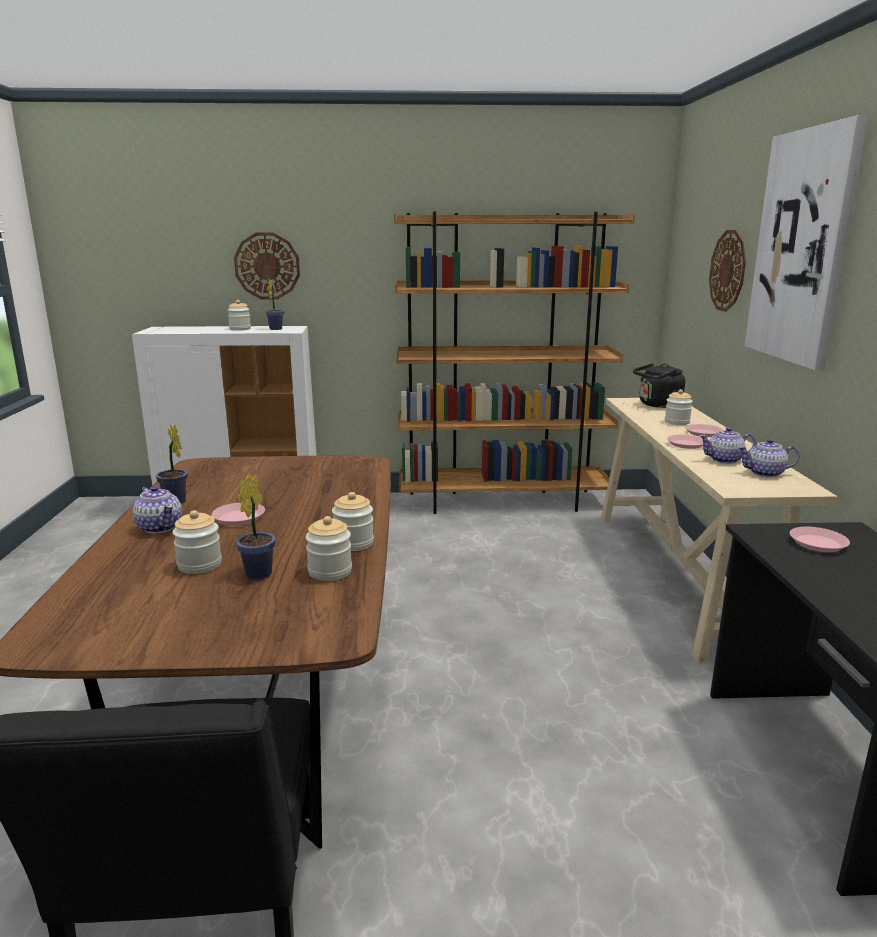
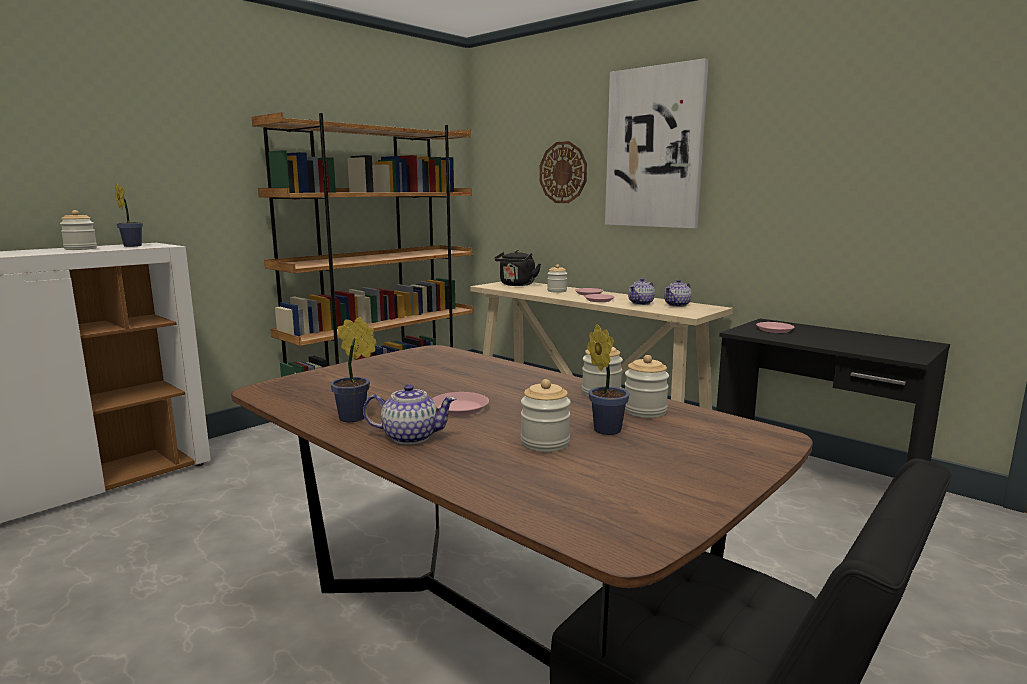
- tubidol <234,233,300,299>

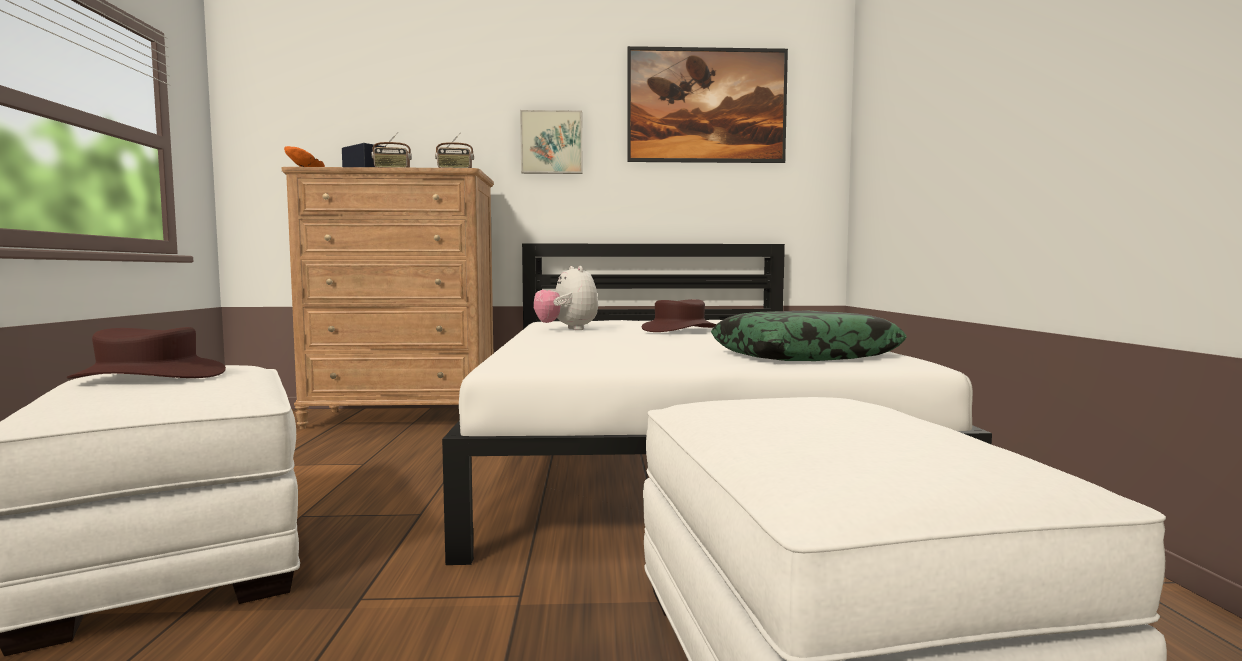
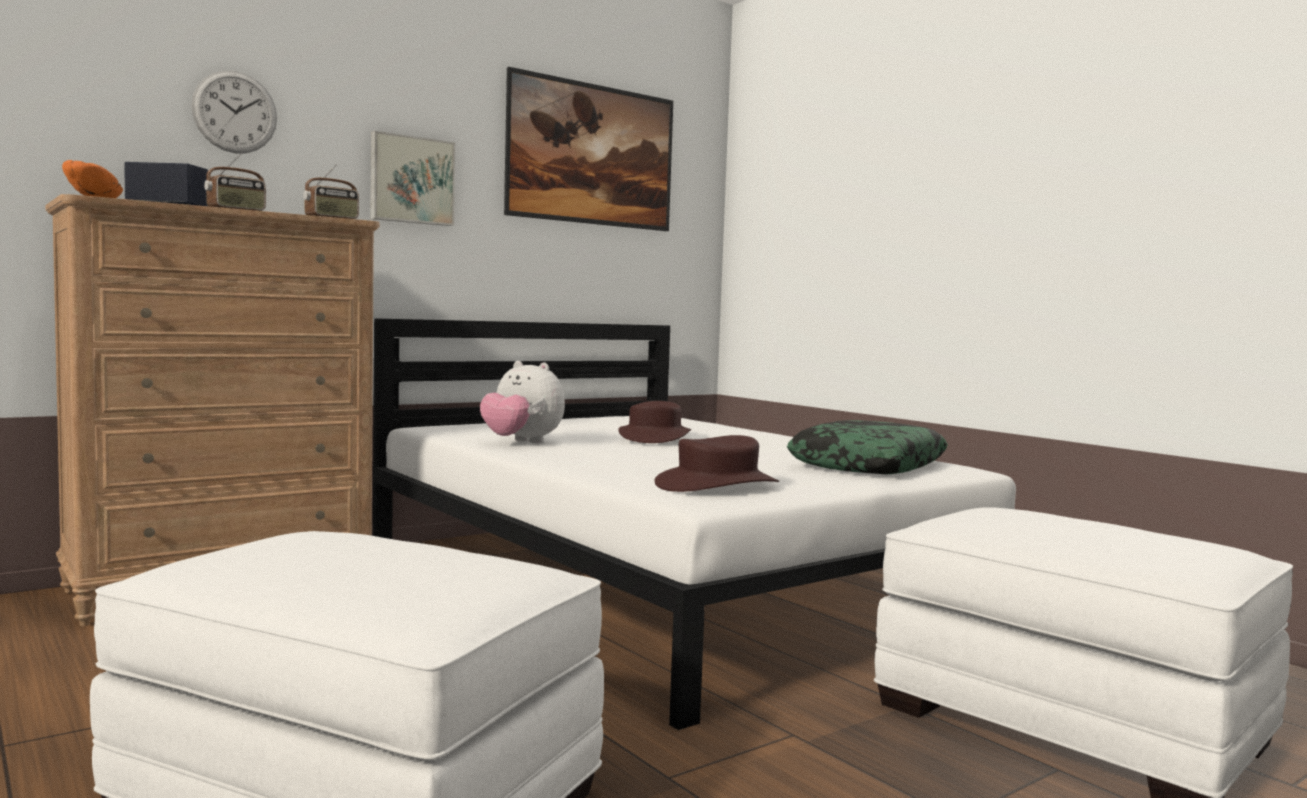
+ tubidol <191,70,277,153>
~ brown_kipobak <67,327,226,379> to <655,435,779,492>

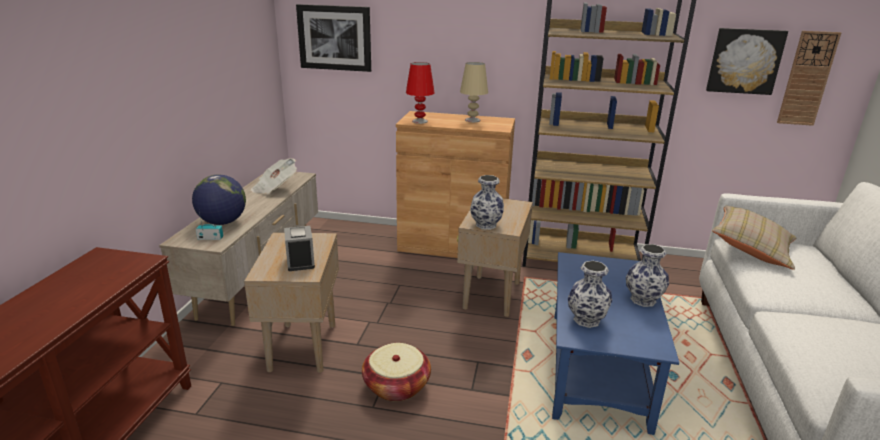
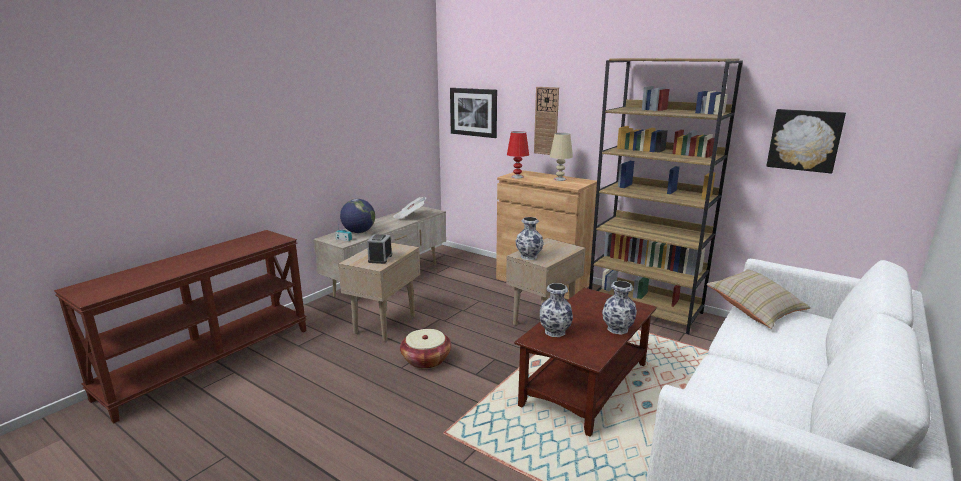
~ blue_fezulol <552,252,679,435> to brown_fezulol <514,288,657,437>
~ tubidol <777,31,841,126> to <534,87,559,155>

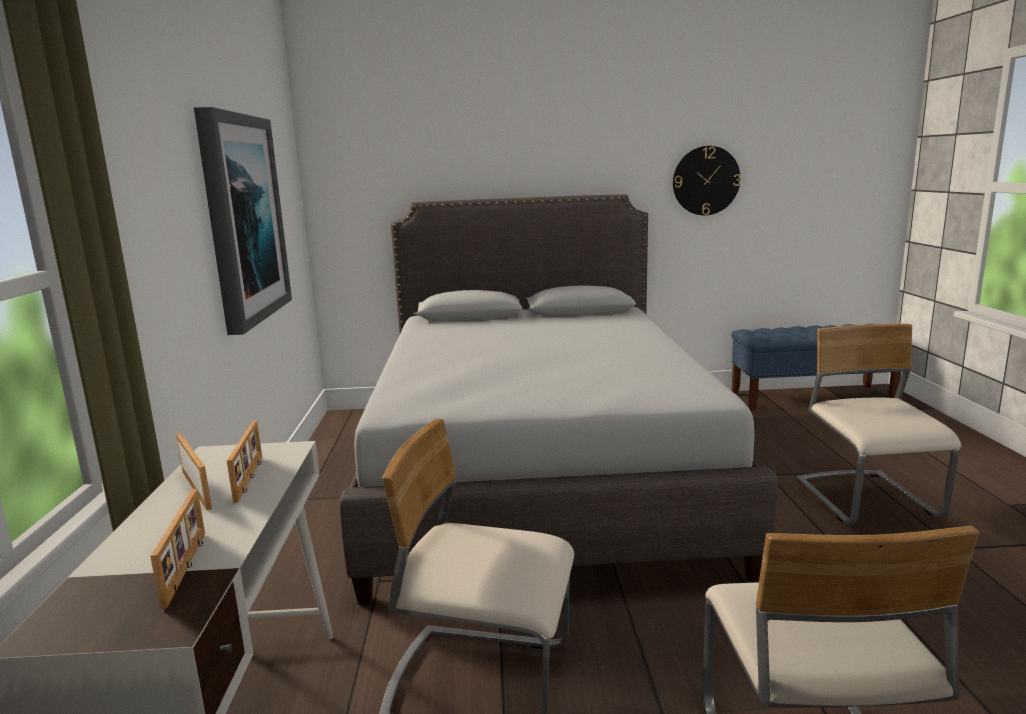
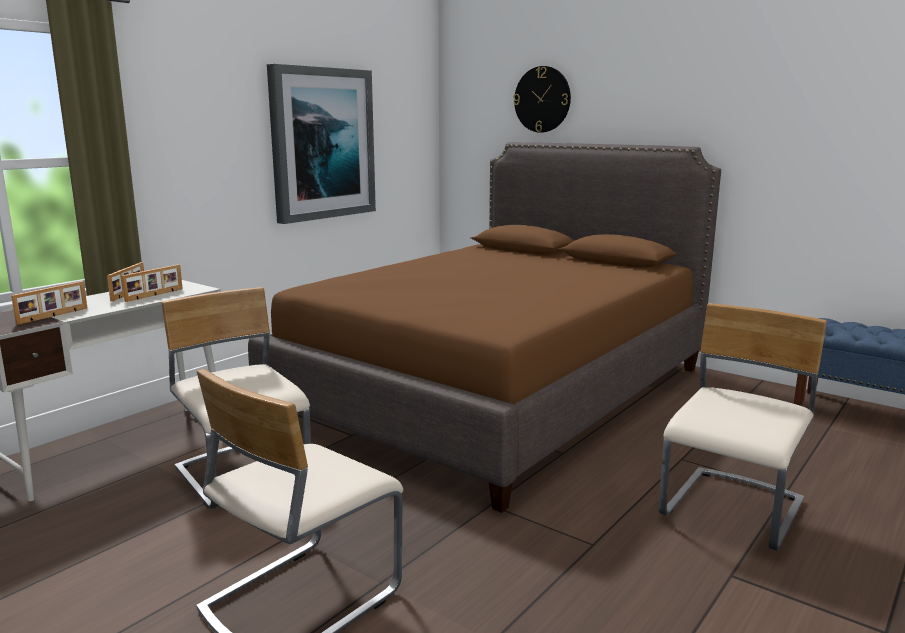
~ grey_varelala <339,194,778,605> to brown_varelala <248,142,721,513>
~ tubidol <673,146,741,215> to <513,66,571,133>

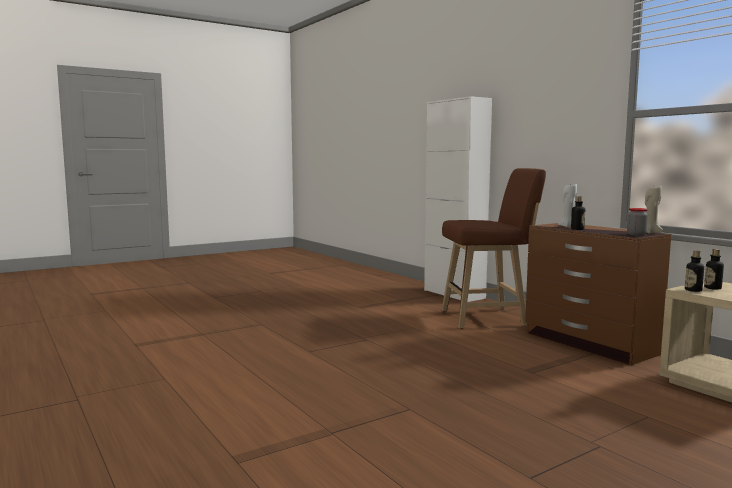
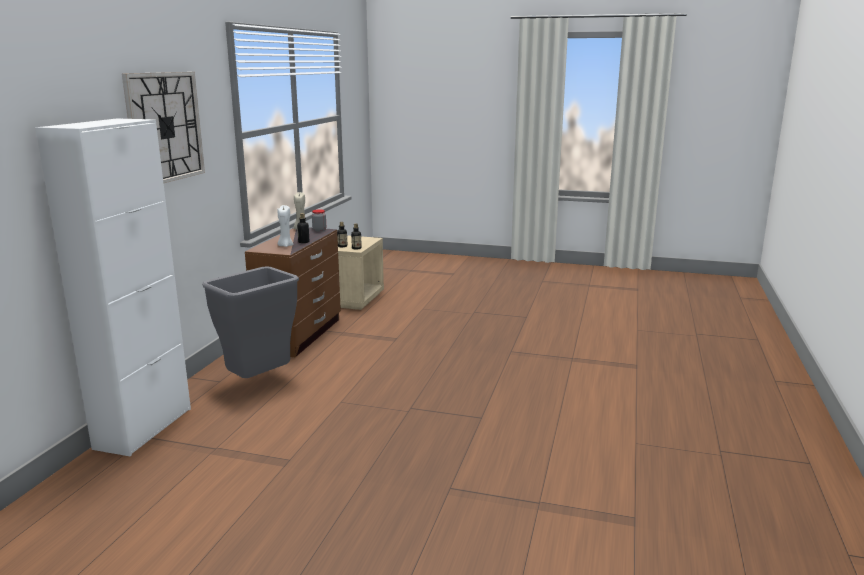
+ tubidol <122,72,205,183>
~ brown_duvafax <442,168,546,329> to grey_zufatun <202,266,299,378>

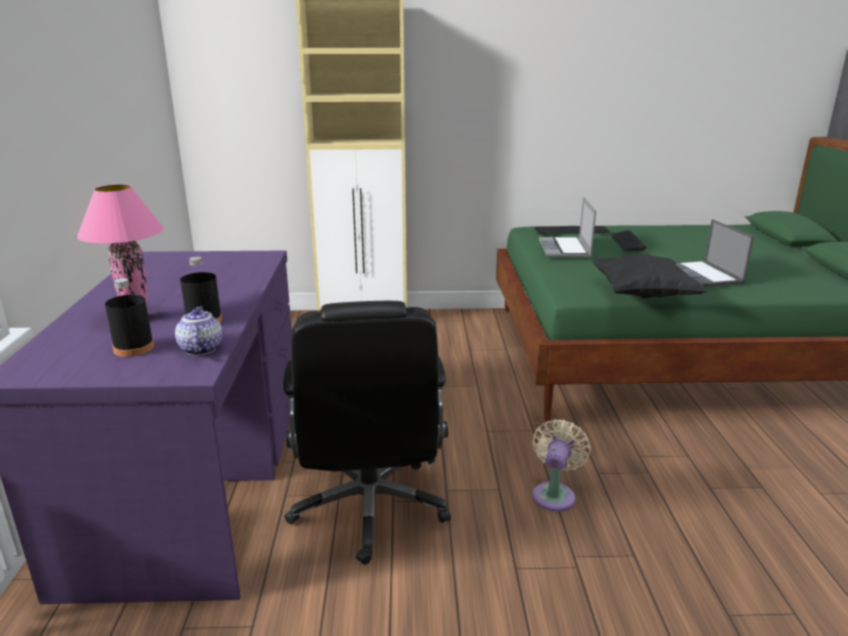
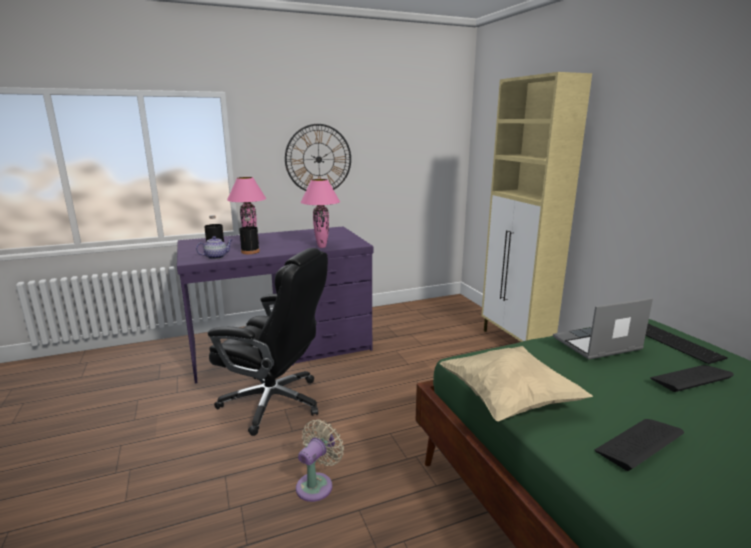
~ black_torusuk <283,301,451,565> = <208,248,328,436> 135 degrees counterclockwise
+ tubidol <285,124,351,191>
~ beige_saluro <532,419,591,512> = <296,419,344,502> 60 degrees counterclockwise
+ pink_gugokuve <300,179,340,248>
~ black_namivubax <592,254,708,298> to beige_namivubax <440,346,593,422>
~ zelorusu <676,219,754,287> to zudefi <595,419,684,471>

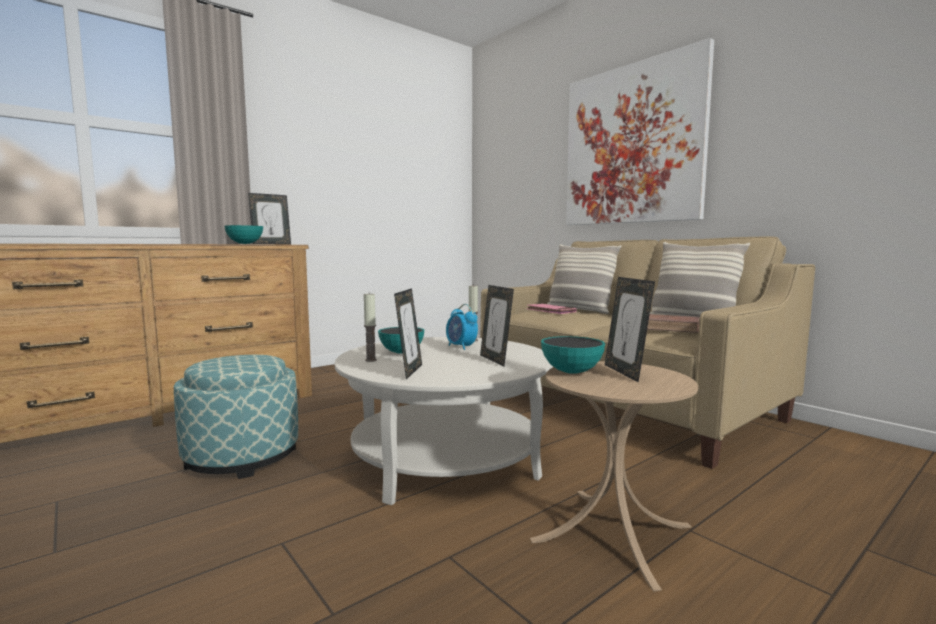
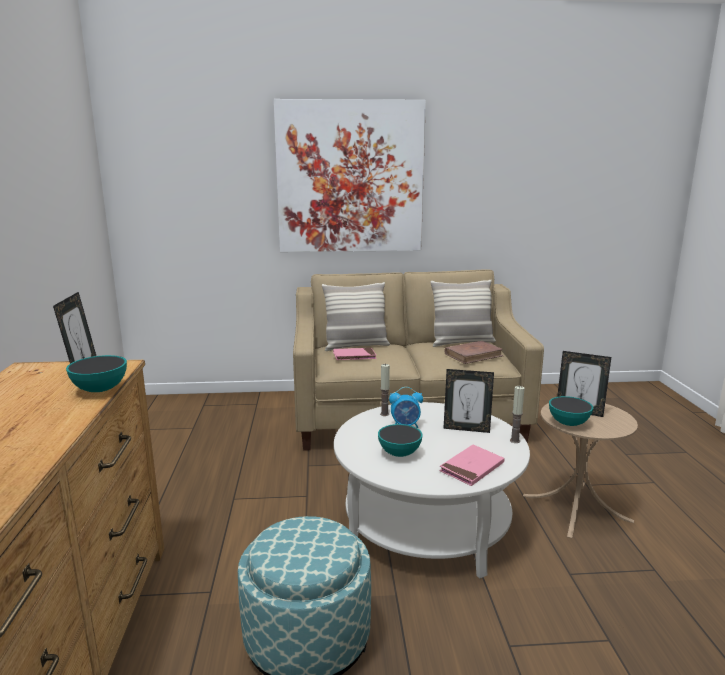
~ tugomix <394,288,422,380> to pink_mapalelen <439,445,504,486>
~ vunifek <364,293,377,362> to <510,386,525,443>

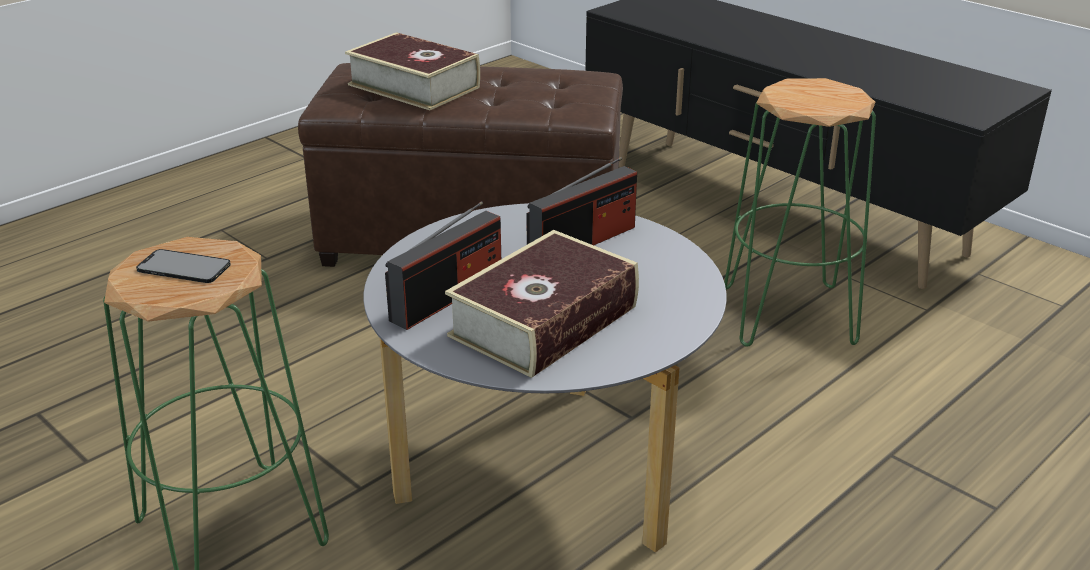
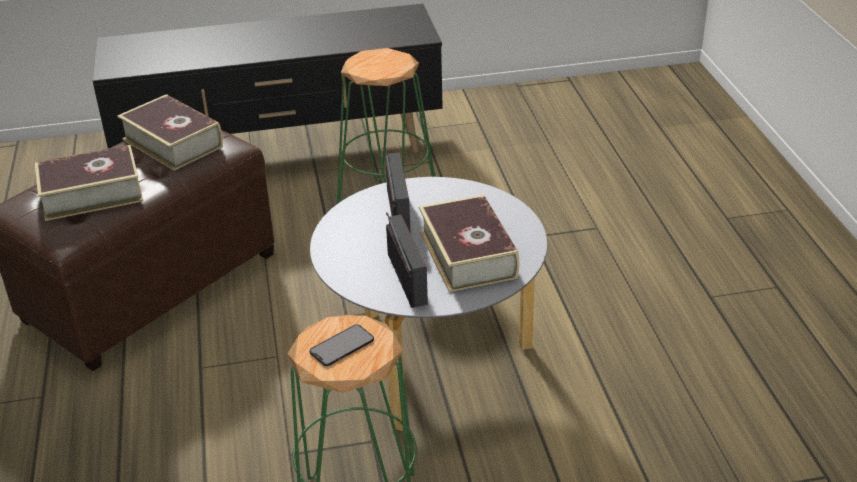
+ mapalelen <117,94,223,171>

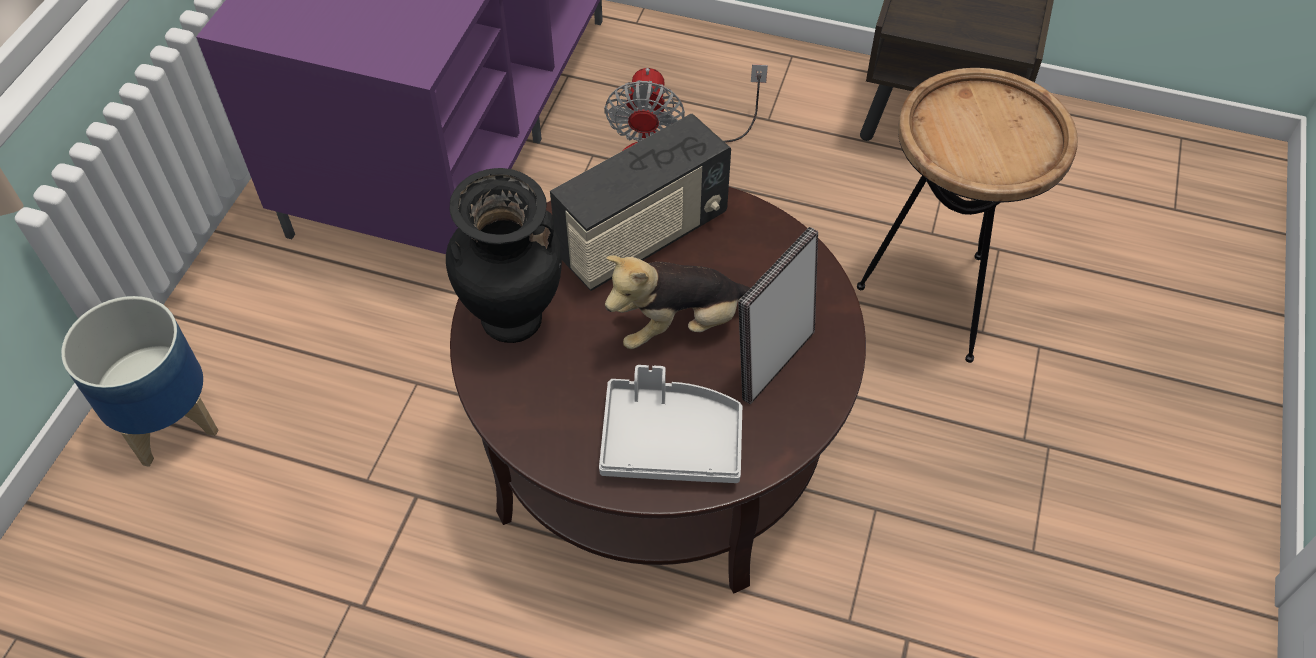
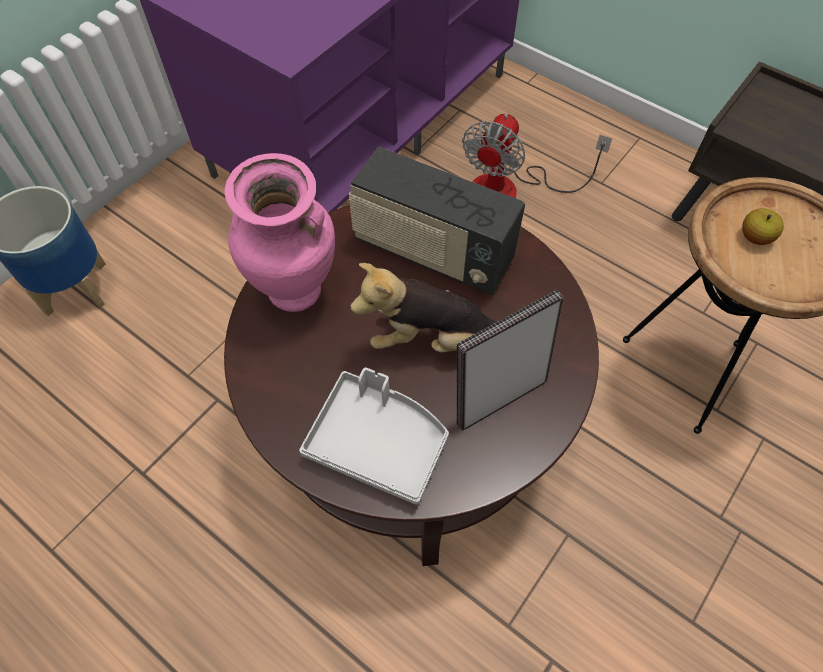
~ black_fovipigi <446,168,562,343> to pink_fovipigi <225,153,335,312>
~ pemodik <550,113,731,291> = <349,146,525,295> 45 degrees clockwise
+ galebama <742,208,784,245>

